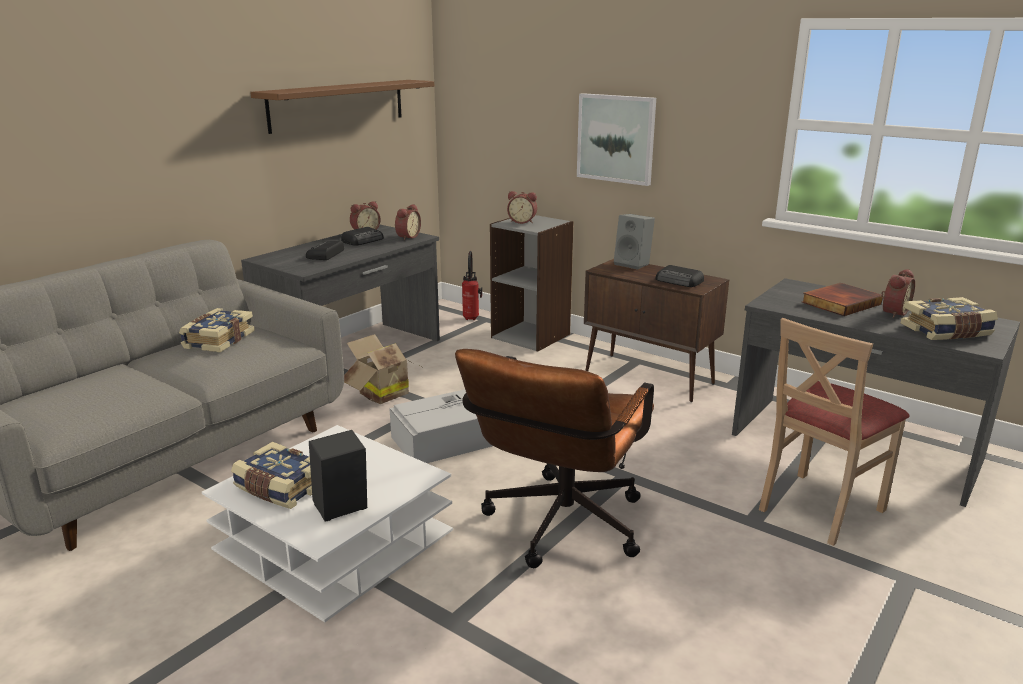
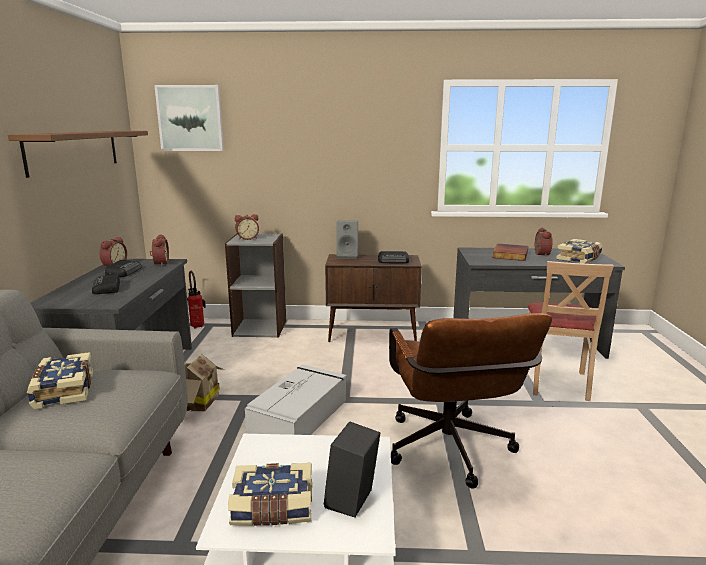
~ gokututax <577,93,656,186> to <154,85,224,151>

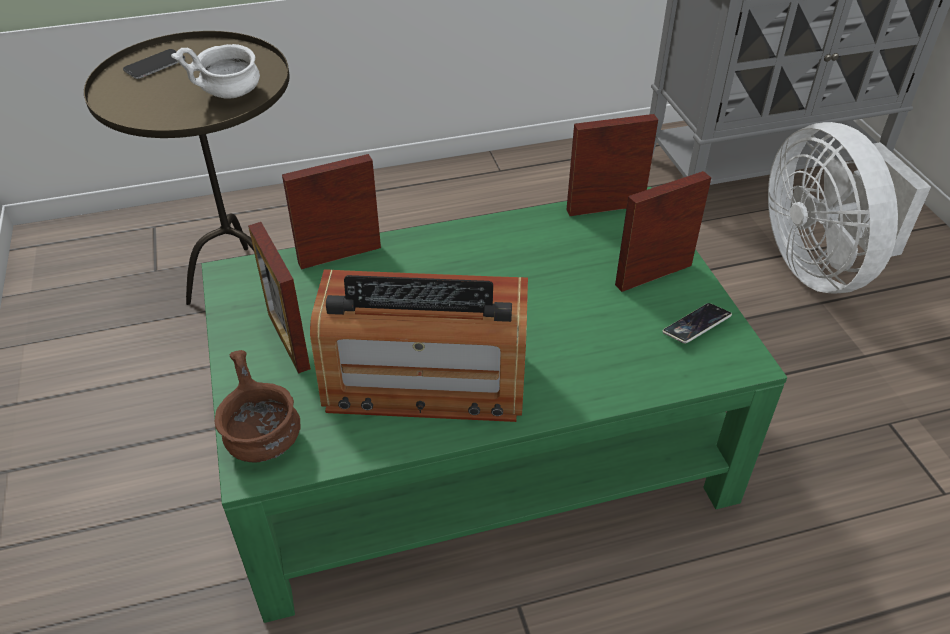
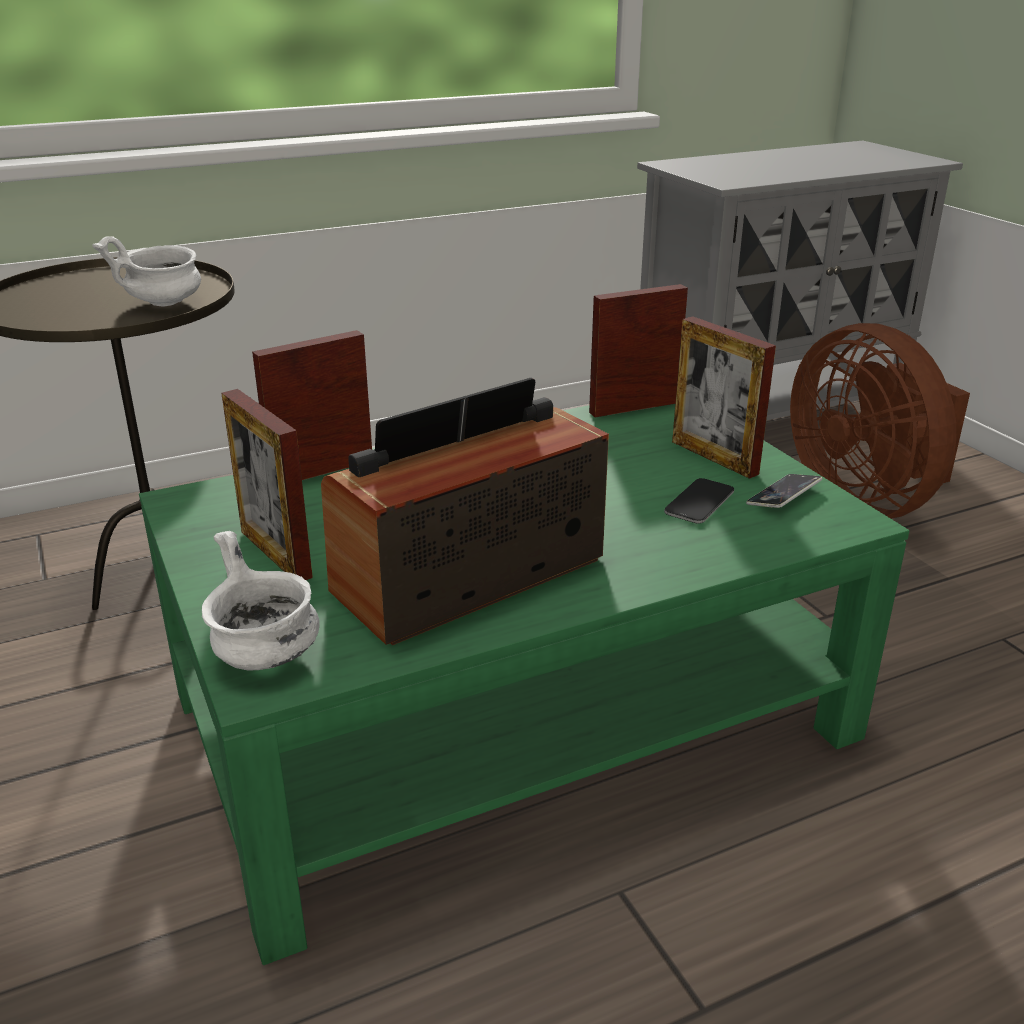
~ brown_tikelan <215,350,300,462> to white_tikelan <202,531,320,671>
~ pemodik <310,269,528,422> = <321,378,609,645> 150 degrees clockwise
~ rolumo <123,49,185,79> to <664,478,734,524>
~ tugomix <615,171,711,292> = <672,316,776,479> 90 degrees counterclockwise
~ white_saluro <768,122,931,294> to brown_saluro <790,323,970,519>

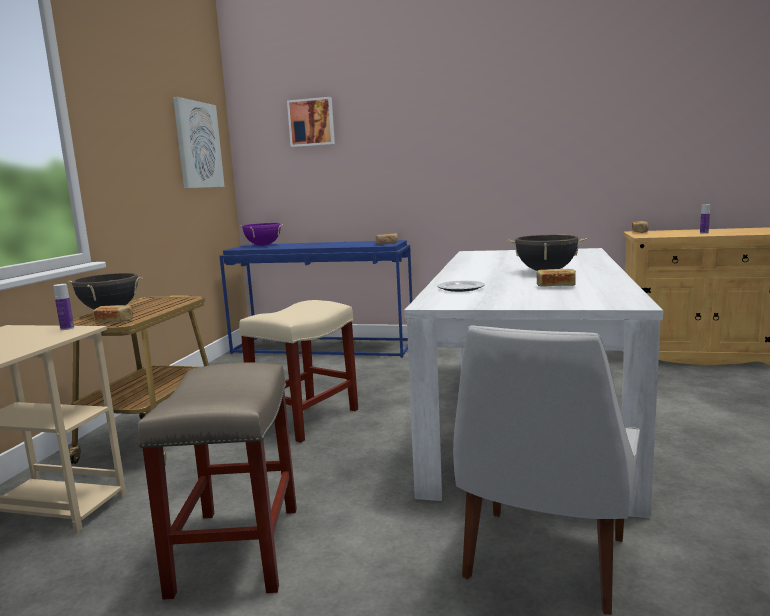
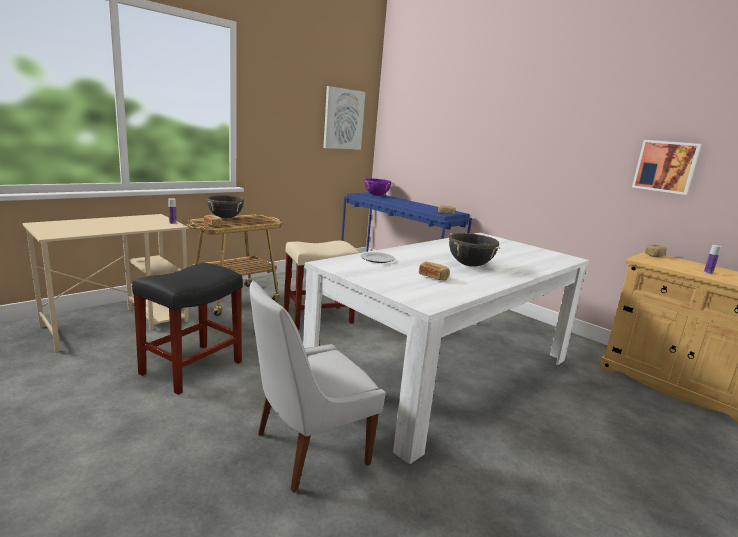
~ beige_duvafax <138,362,297,600> to black_duvafax <132,263,243,395>
~ gokututax <287,97,335,147> to <632,140,701,195>

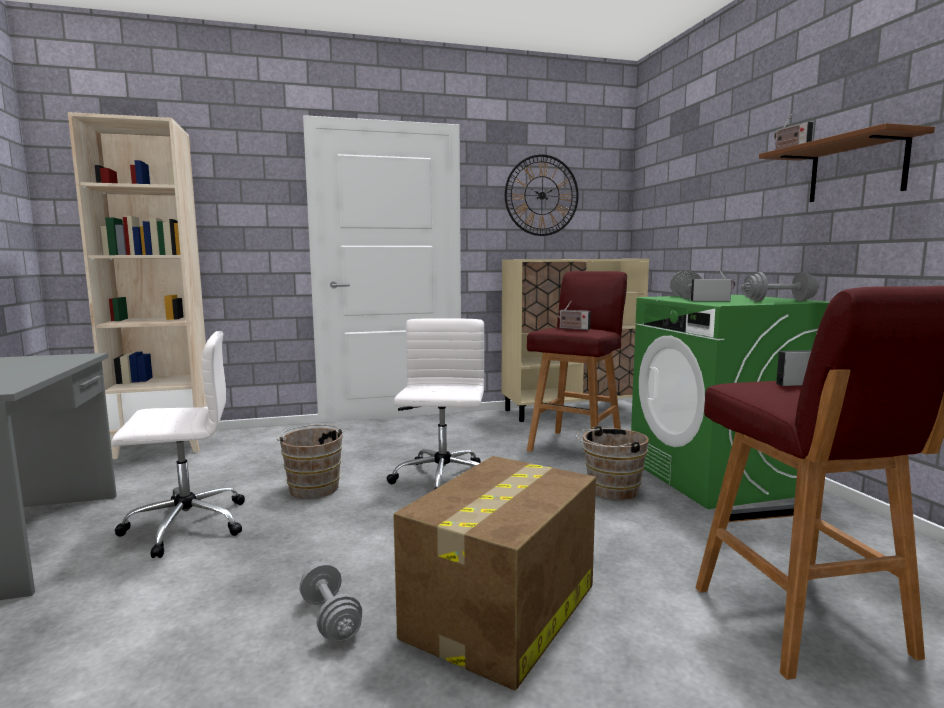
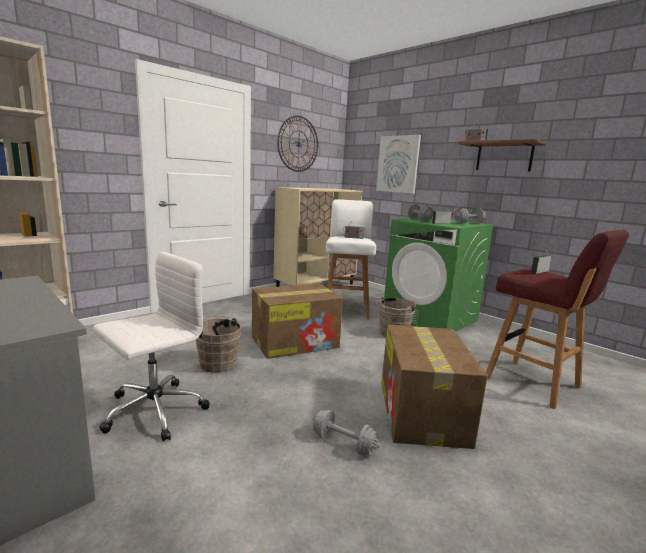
~ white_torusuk <387,318,484,490> to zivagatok <252,284,343,359>
~ red_duvafax <527,271,627,452> to white_duvafax <326,199,376,319>
+ gokututax <376,135,421,194>

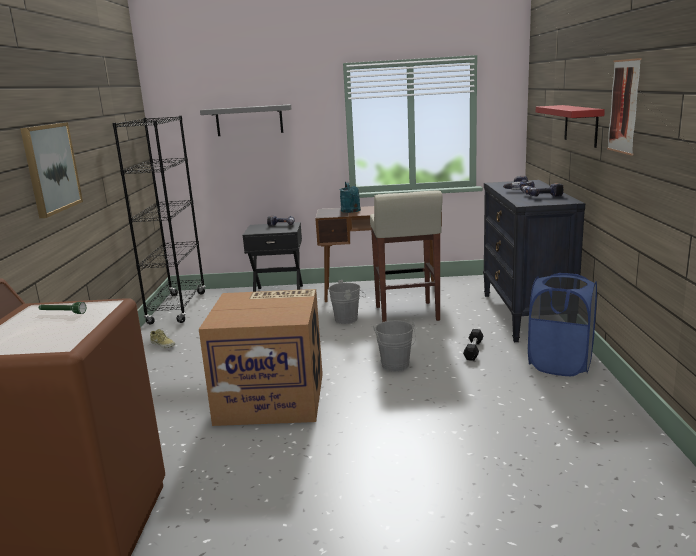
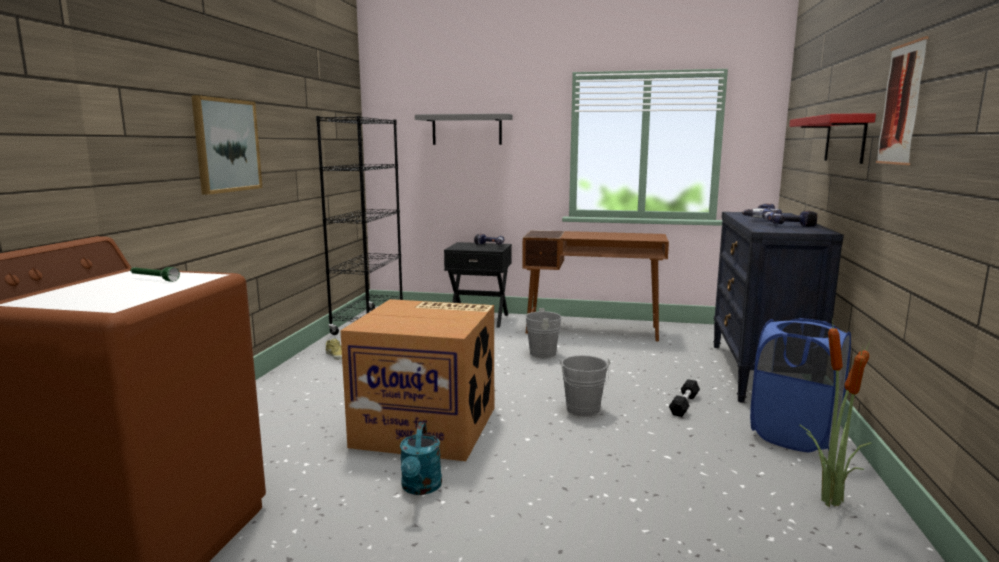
~ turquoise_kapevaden <340,182,361,213> to <400,422,442,495>
+ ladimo <800,320,872,507>
- beige_duvafax <370,190,443,322>

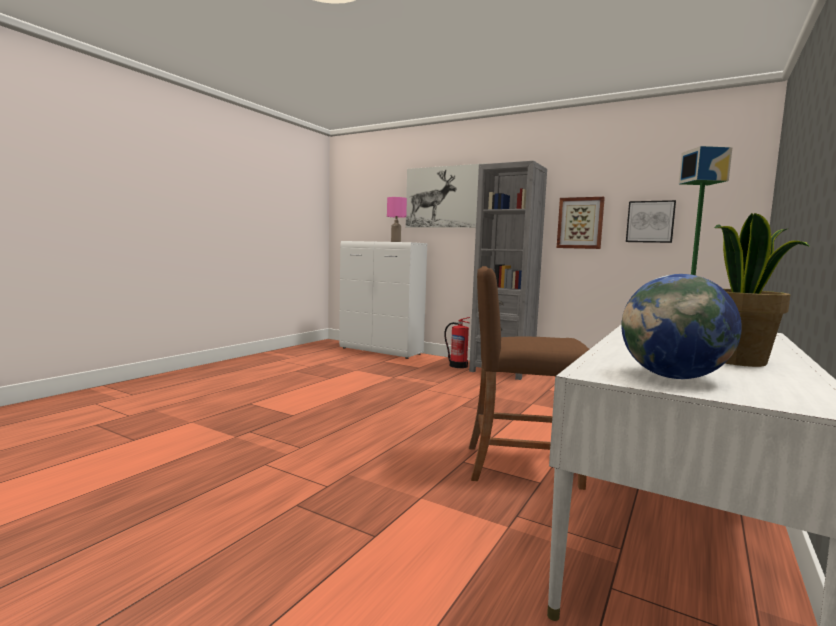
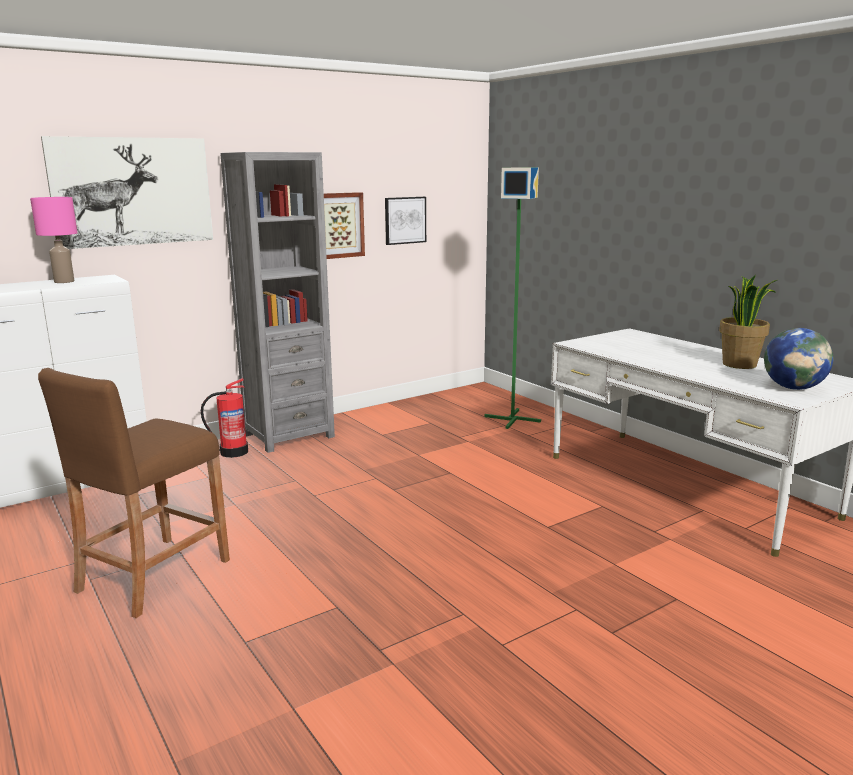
~ brown_duvafax <469,266,589,490> to <38,368,230,618>

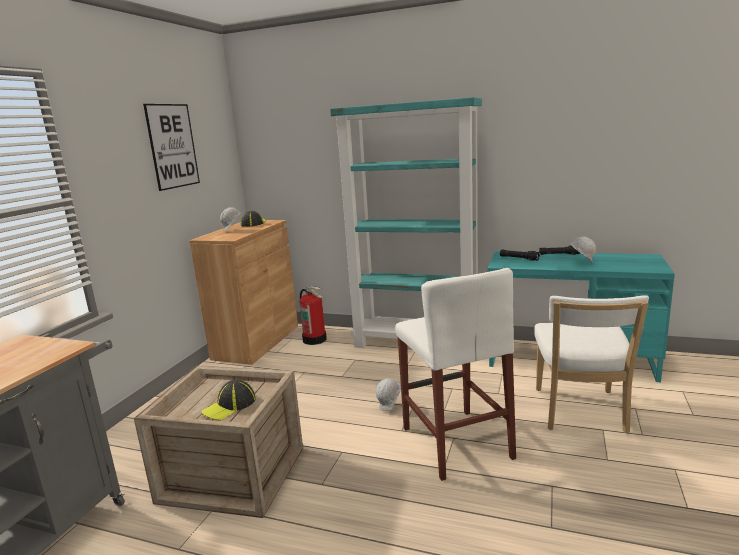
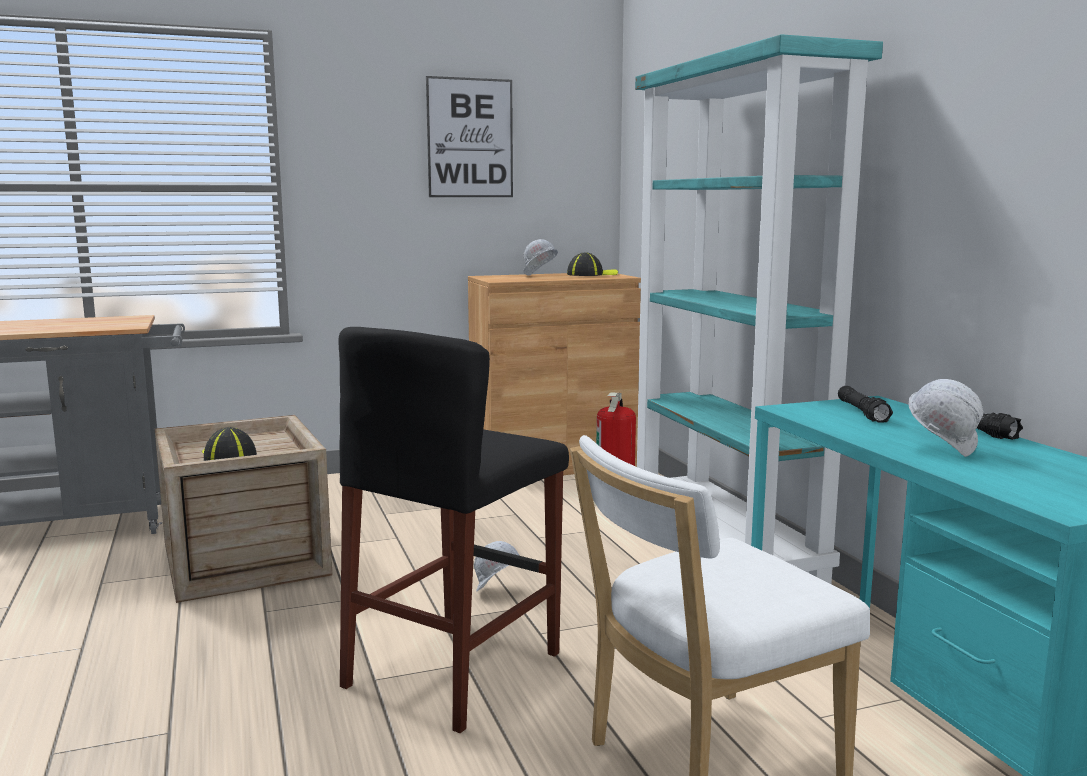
~ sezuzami <201,379,255,420> = <202,427,257,461> 60 degrees clockwise
~ white_duvafax <395,268,516,481> to black_duvafax <338,327,569,733>

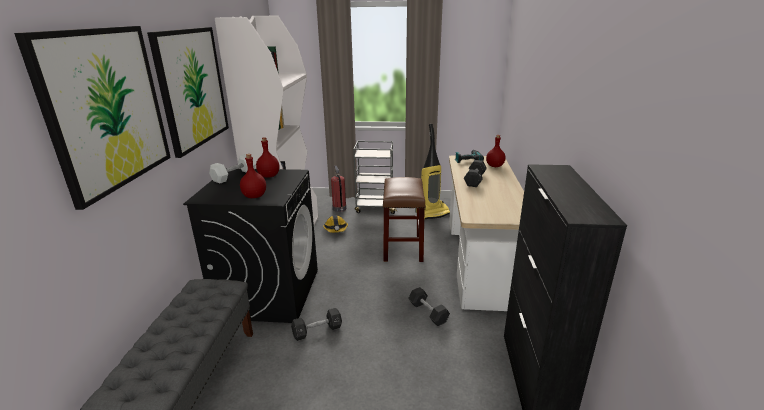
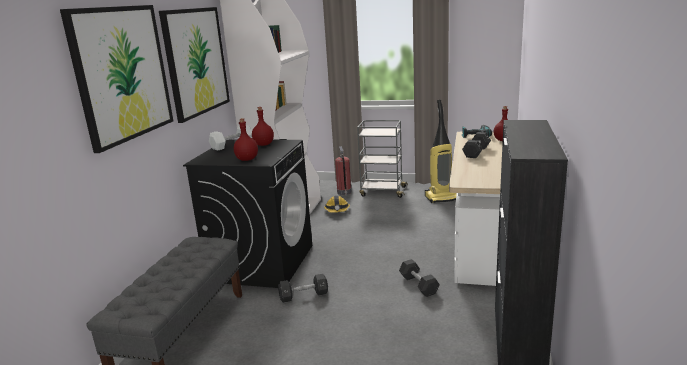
- brown_duvafax <383,177,426,262>

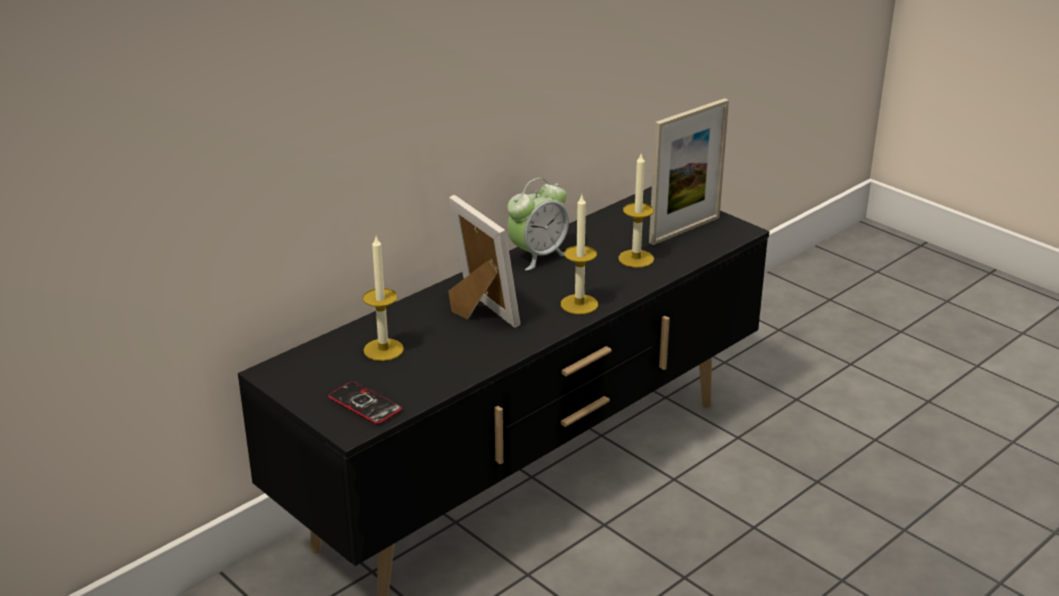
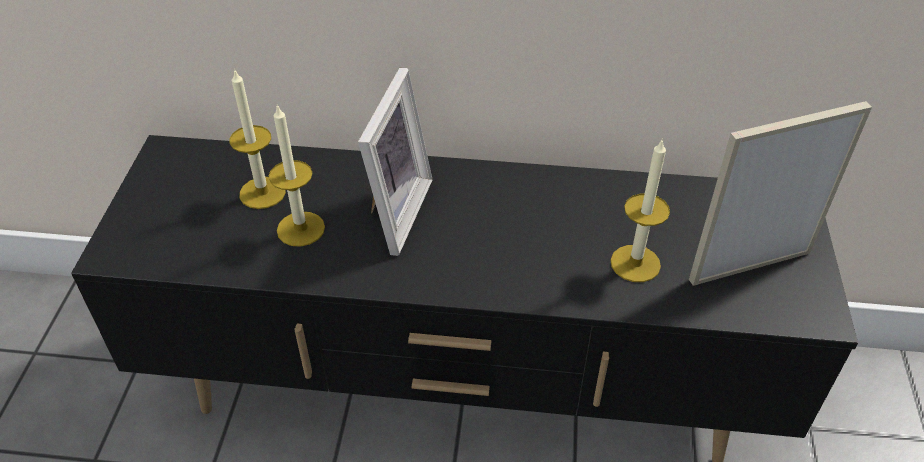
~ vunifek <561,193,598,314> to <269,104,325,247>
~ tugomix <649,98,729,245> = <689,101,872,286> 150 degrees clockwise
- rolumo <328,381,402,424>
- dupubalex <507,178,569,271>

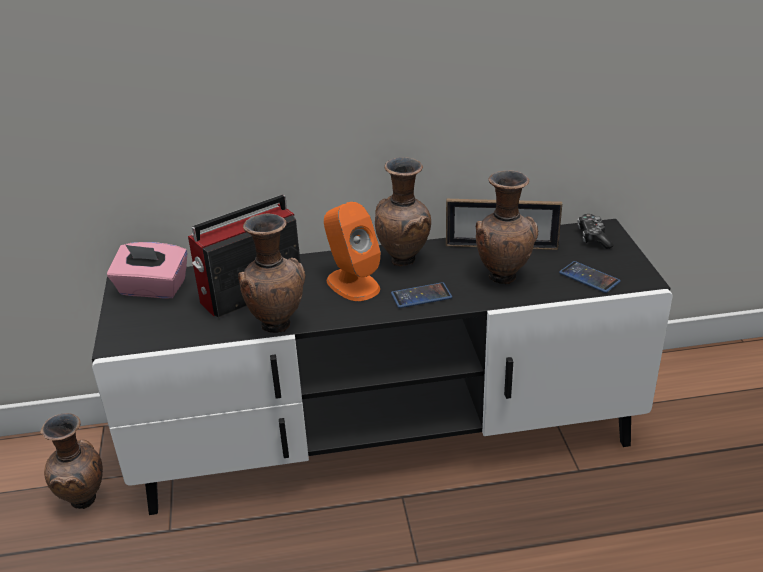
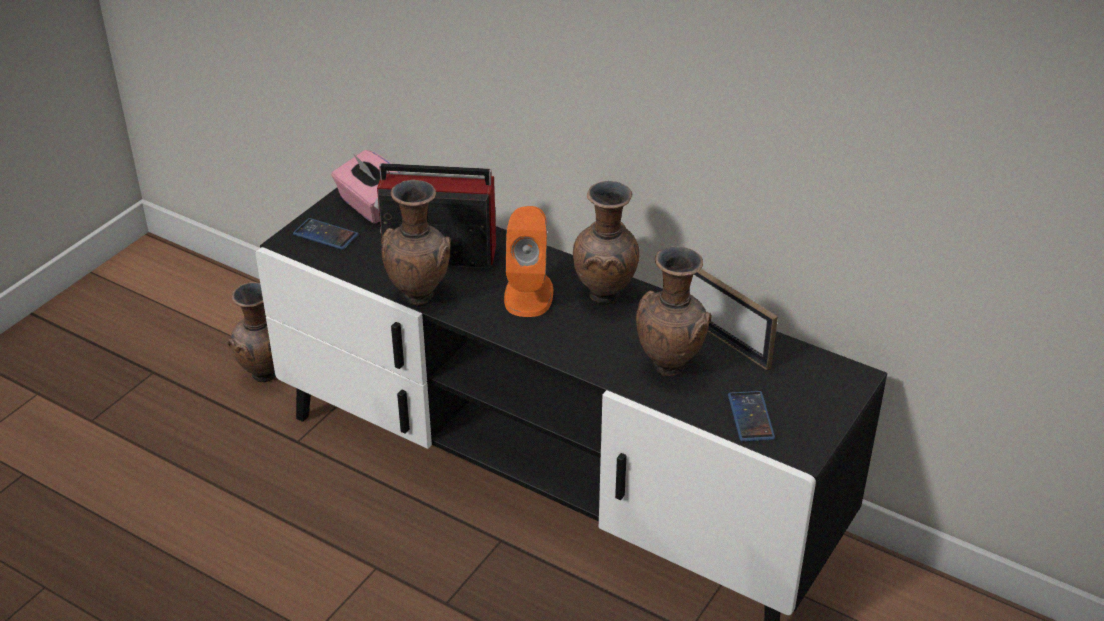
~ rolumo <391,282,452,308> to <293,218,358,250>
- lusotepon <578,214,613,249>

